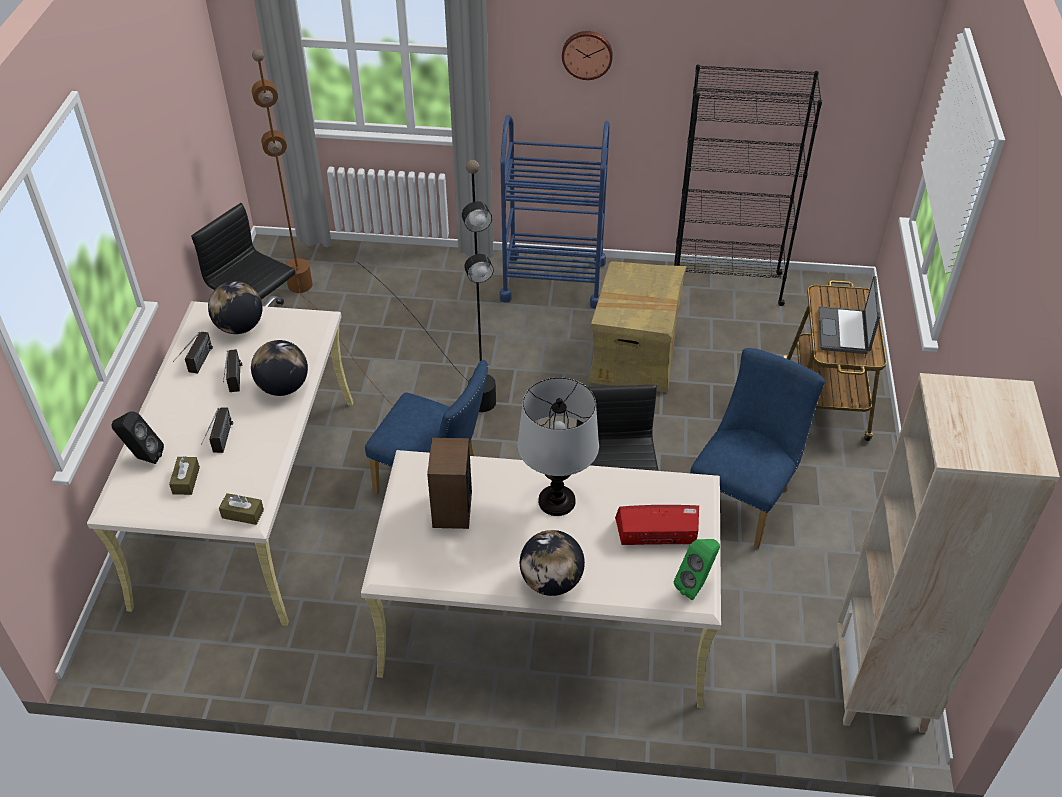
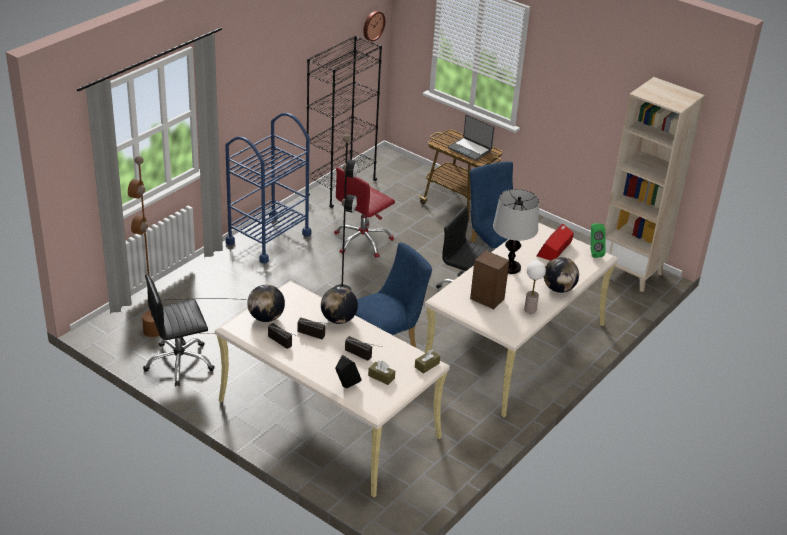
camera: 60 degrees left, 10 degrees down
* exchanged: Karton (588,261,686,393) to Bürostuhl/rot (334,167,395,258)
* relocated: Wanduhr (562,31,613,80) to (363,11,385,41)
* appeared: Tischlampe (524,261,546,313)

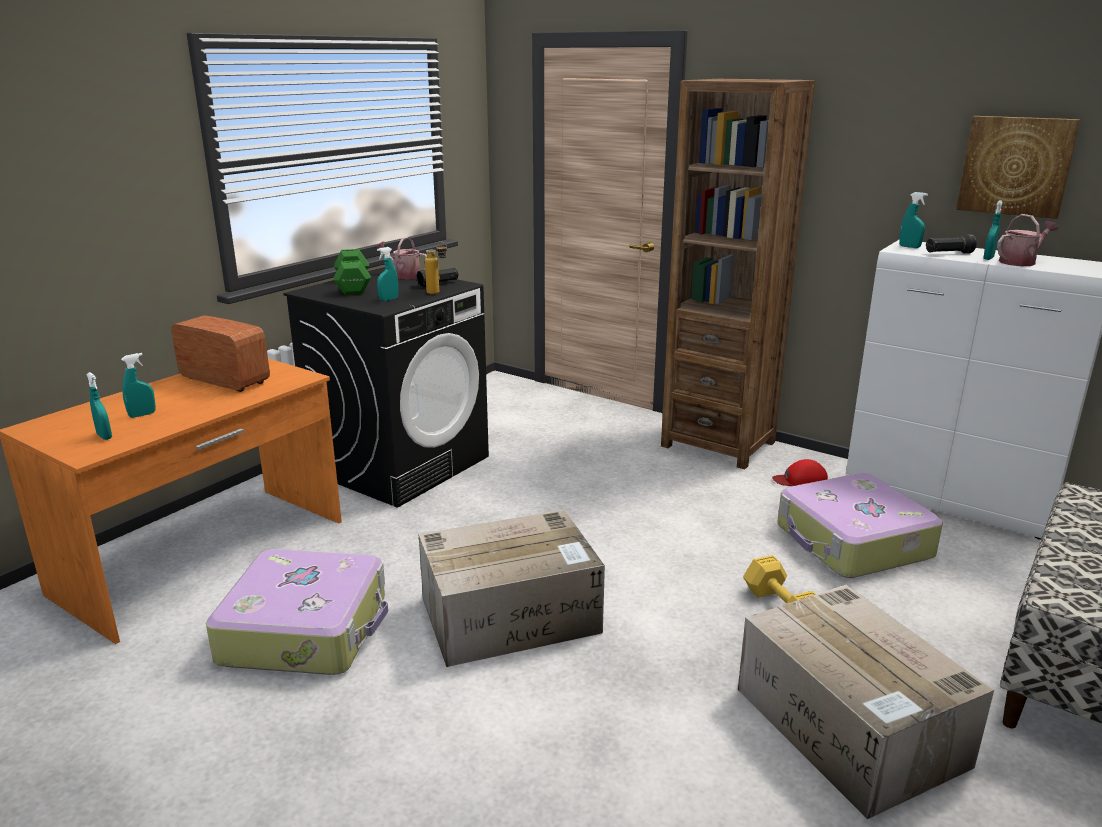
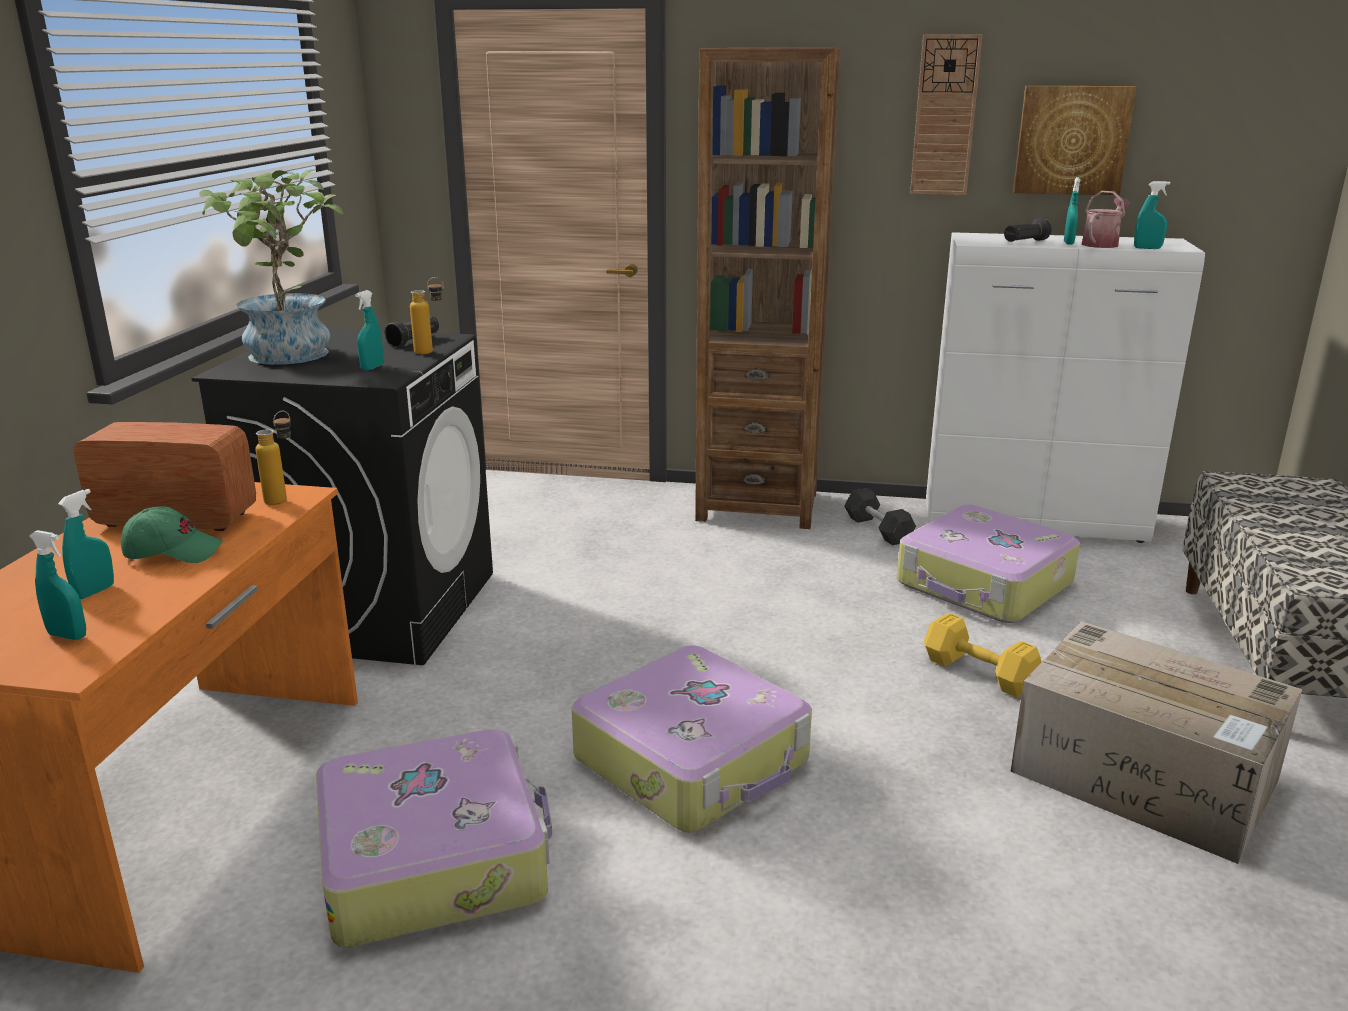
camera: 25 degrees left, 0 degrees up
* appeared: Kappe/grün (121,506,223,563)
* exchanged: Hantel/grün (334,249,371,295) to Topfpflanze (199,169,344,365)
* appeared: Flasche (256,411,291,505)
* exchanged: Karton (419,510,605,667) to Koffer (572,645,812,833)
* exchanged: Kappe/rot (772,459,828,486) to Hantel/grau (844,488,916,545)
* appeared: Wanduhr (910,34,983,195)
* relocated: Sprühflasche/türkis (899,192,928,248) to (1134,181,1171,249)
* missing: Gießkanne (375,236,427,279)

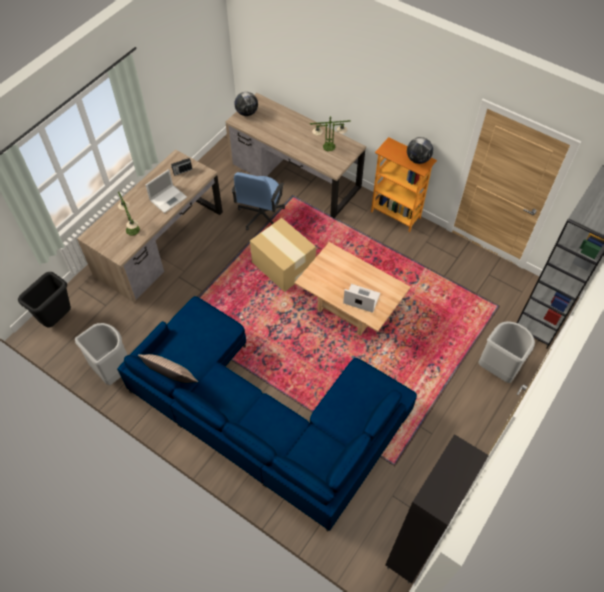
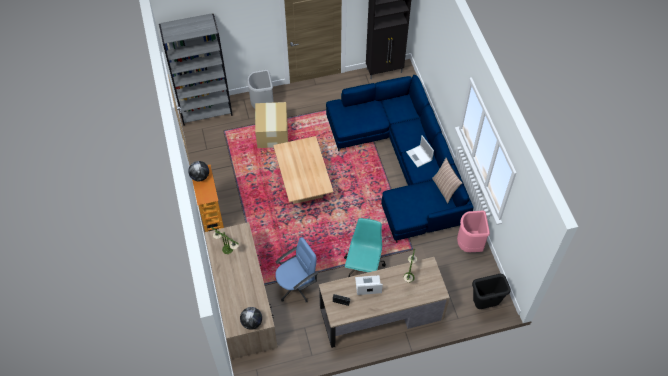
camera: 140 degrees left, 0 degrees up
* relocated: Karton (250,218,316,292) to (255,102,288,148)
* appeared: Bürostuhl/türkis (344,218,386,277)
* relocated: Laptop (343,284,380,313) to (406,135,434,167)
* colour: Mülleimer/grau (75,323,127,385) to Mülleimer/rosa (457,211,490,252)

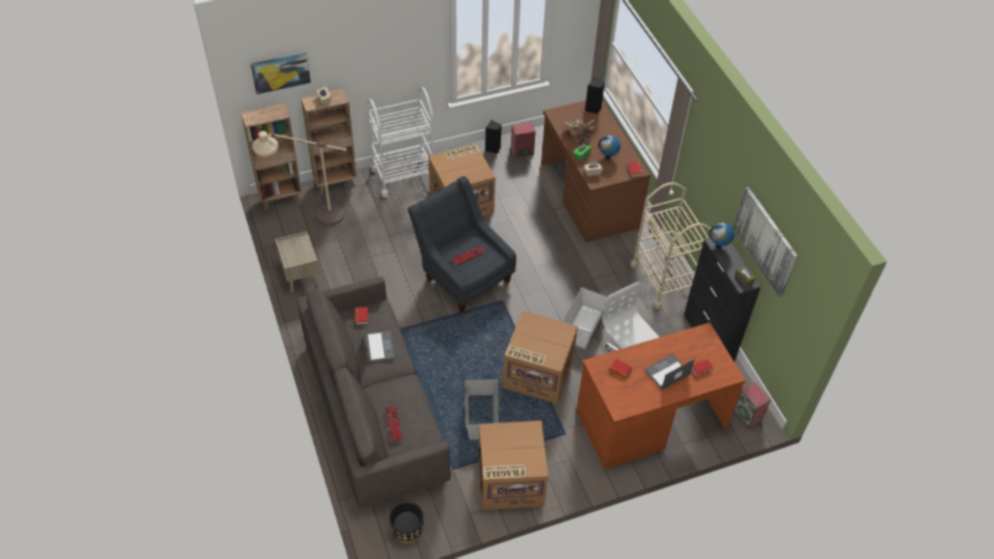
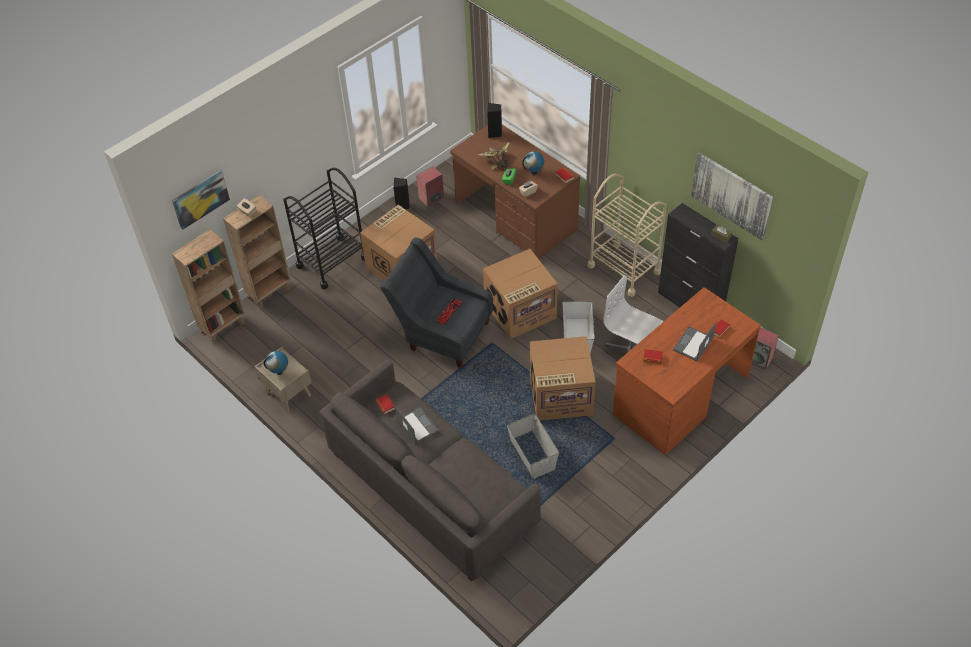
camera: 20 degrees left, 0 degrees up
* relocated: Globus (709,223,734,249) to (264,351,288,375)
* colour: Rollwagen/weiß (367,88,434,197) to Rollwagen/schwarz (283,168,365,289)
* relocated: Karton (478,421,548,510) to (483,249,558,339)
* missing: Stehlampe/beige (252,131,347,226)
* missing: Tastatur (385,407,403,442)
* missing: Pflanzkübel/schwarz (389,502,424,544)

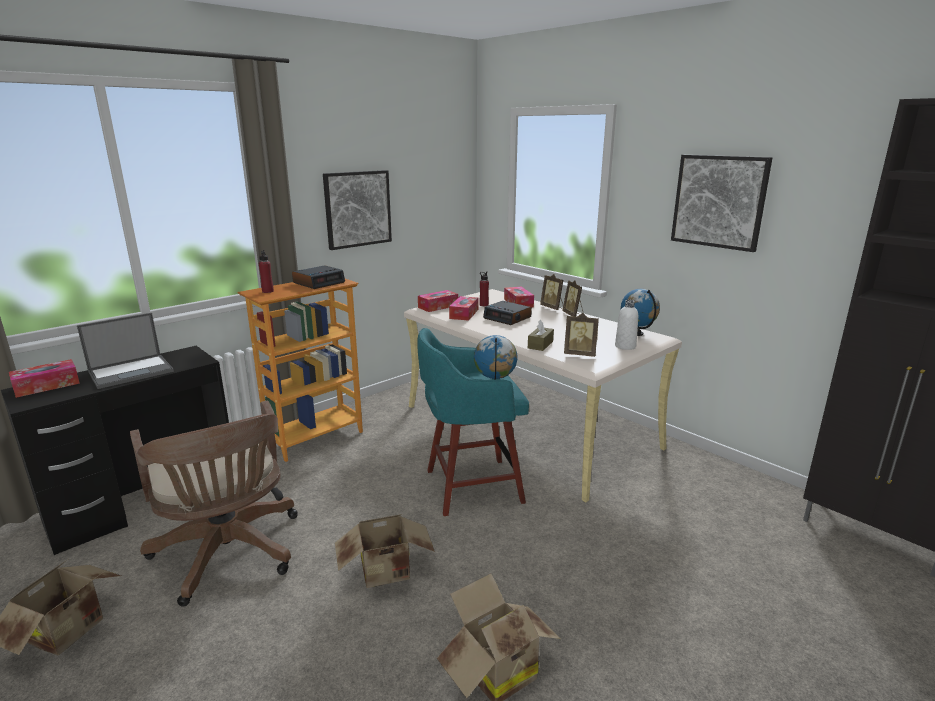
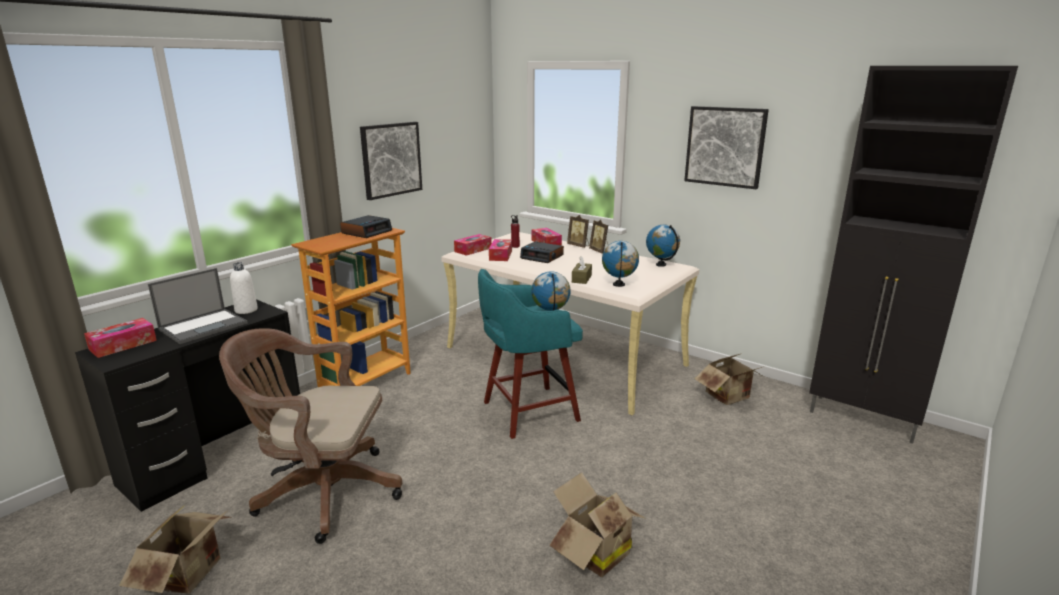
camera: 10 degrees left, 0 degrees up
* spun: Bürostuhl/braun (130,400,298,607) = (219,328,402,544) 135 degrees clockwise
* relocated: Flasche/weiß (615,299,638,350) to (230,262,258,314)
* exchanged: Bilderrahmen (564,313,599,357) to Globus (602,241,639,287)
* relocated: Karton (335,514,435,588) to (695,353,766,405)
* missing: Flasche/rot (259,250,274,293)

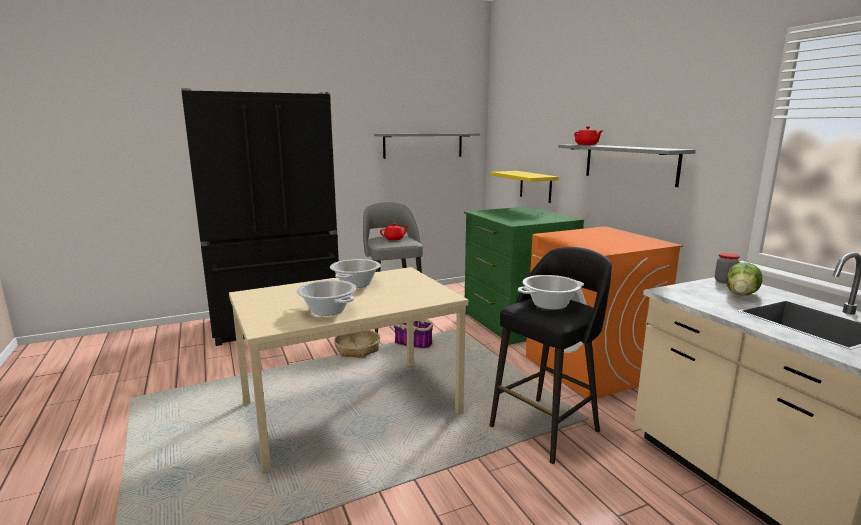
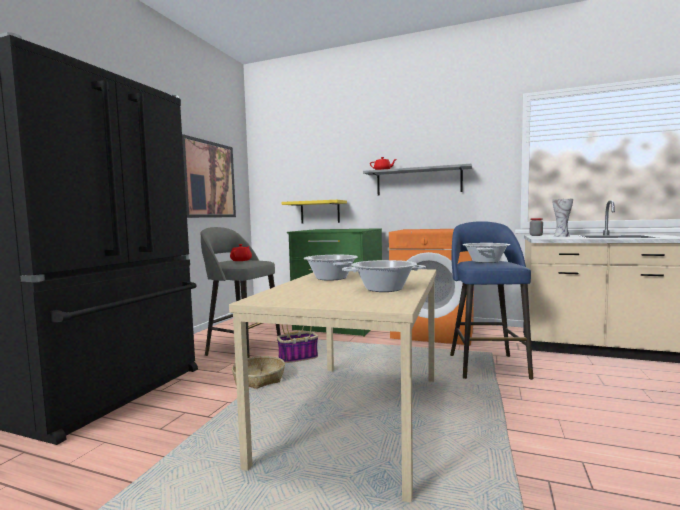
camera: 45 degrees left, 10 degrees down
* exchanged: Wandregal/grau (374,133,480,159) to Bild (182,134,236,218)
* colour: Hocker/schwarz (489,247,612,464) to Hocker/blau (450,221,533,380)
* exchanged: Salatkopf (726,262,762,296) to Vase (553,199,573,237)

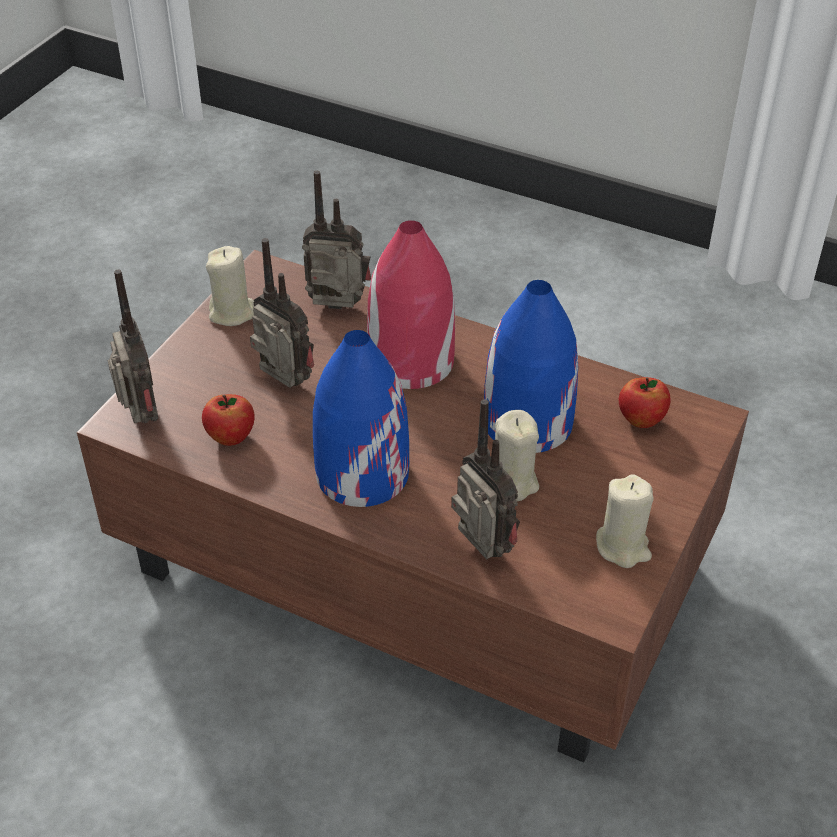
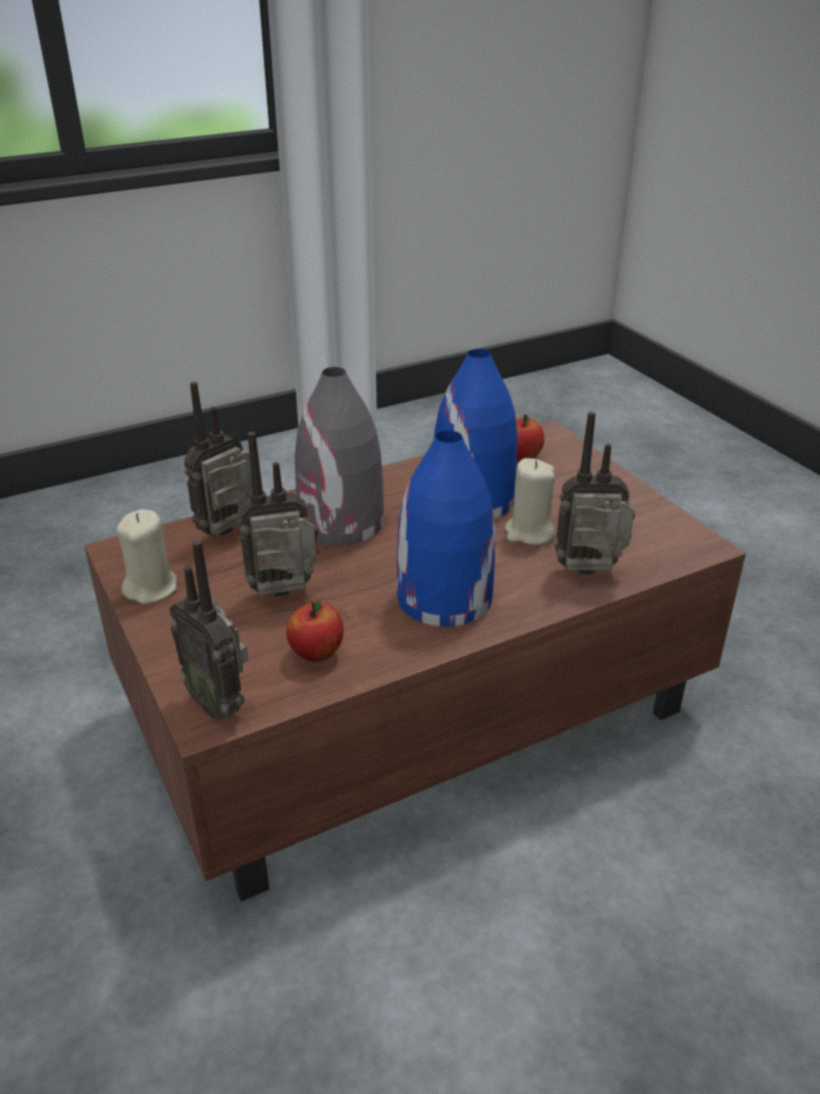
camera: 55 degrees left, 10 degrees down
* spun: Radio (107,270,159,423) = (169,540,248,720) 150 degrees counterclockwise
* colour: Vase/rot (367,220,455,389) to Vase/grau (295,367,384,546)
* missing: Kerze/beige (596,474,654,568)

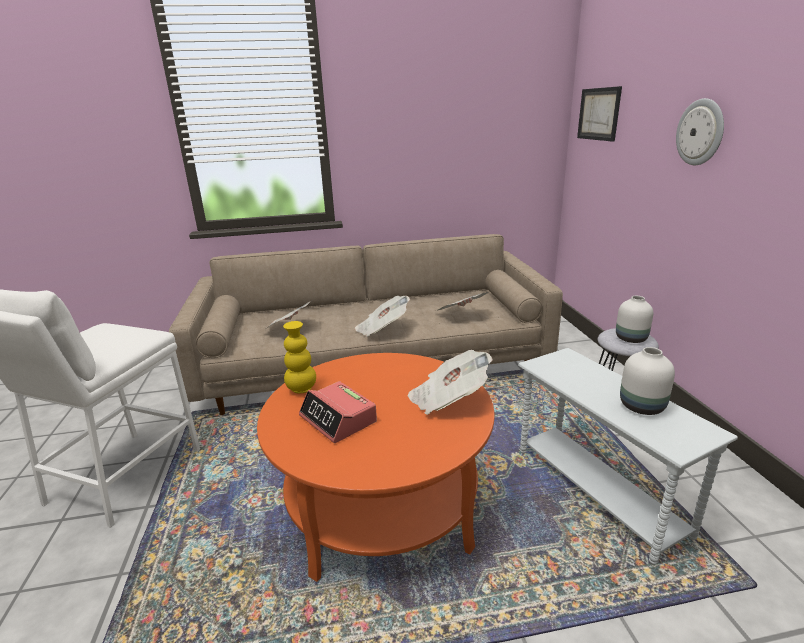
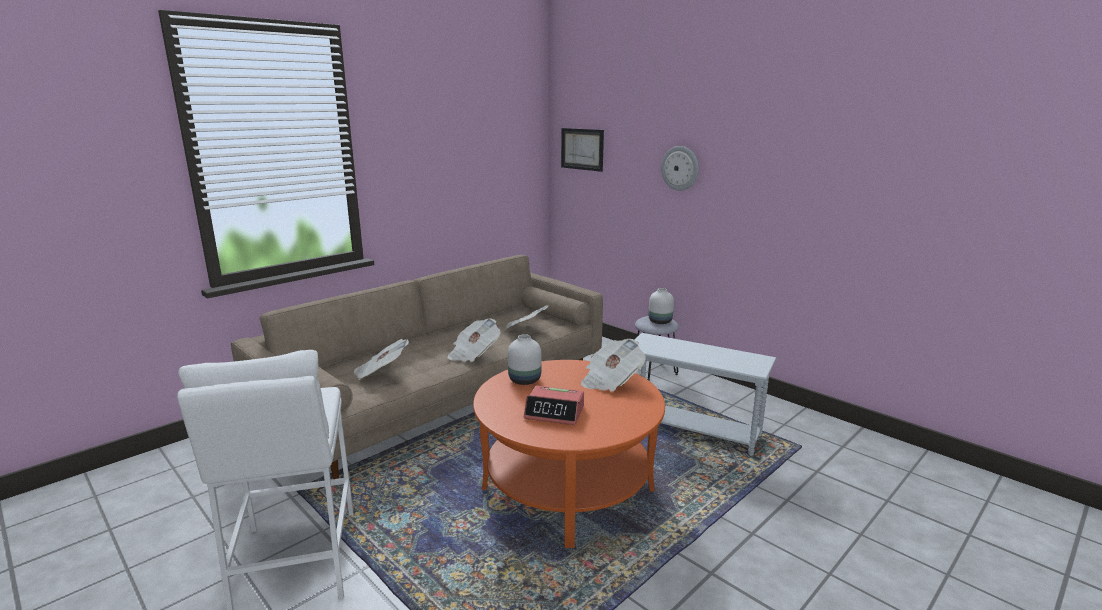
camera: 35 degrees left, 5 degrees down
* relocated: Vase/weiß (620,347,675,415) to (508,334,541,385)
* missing: Vase/gelb (283,321,316,394)

